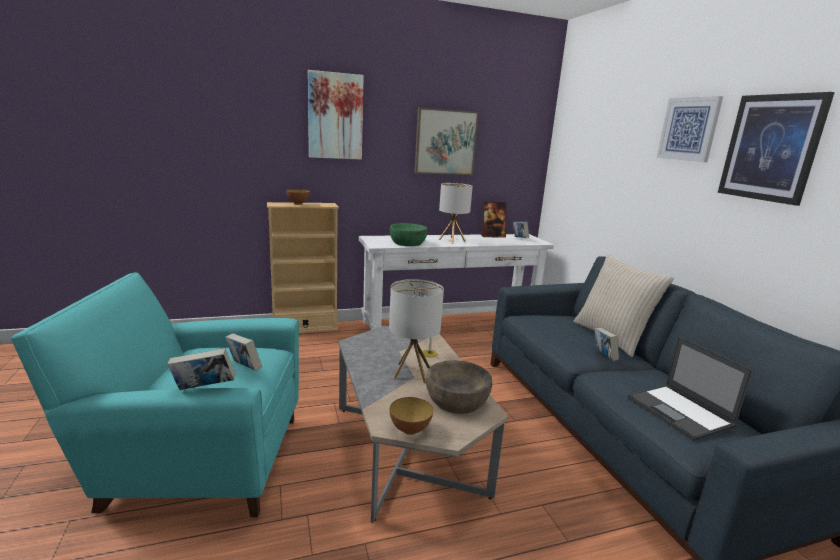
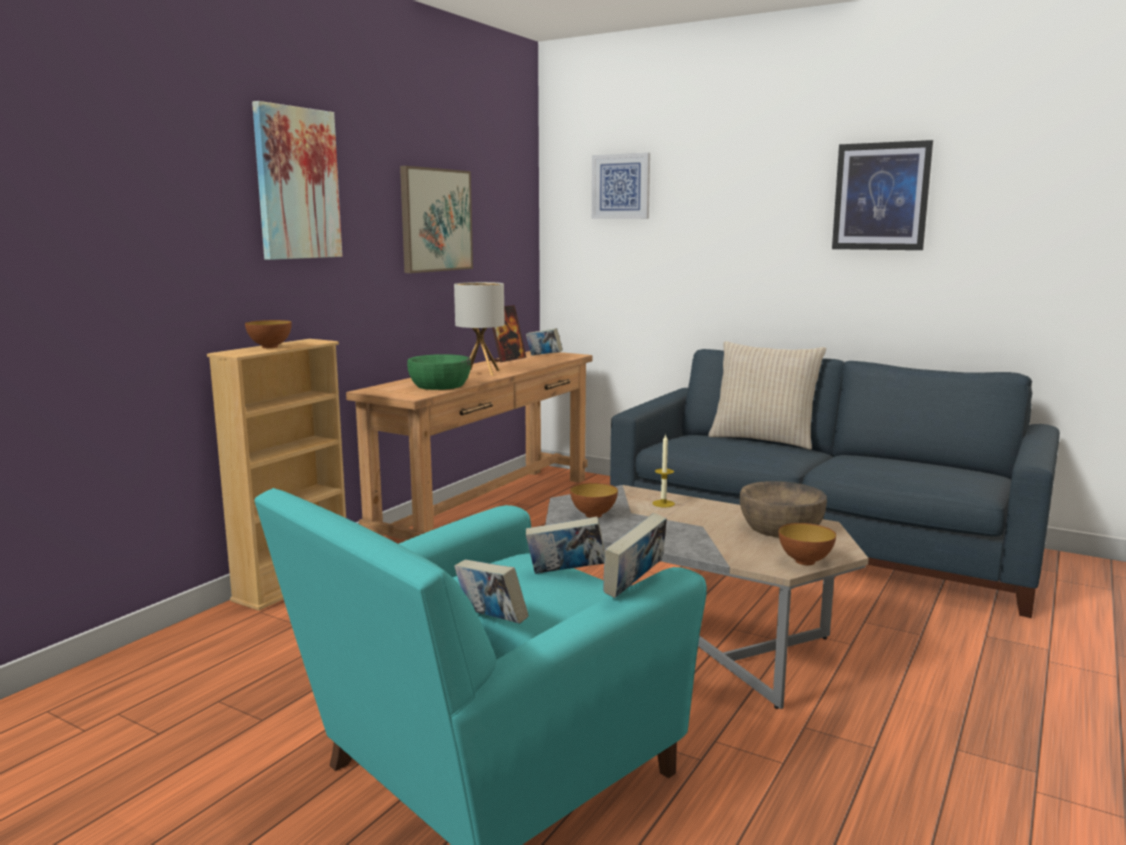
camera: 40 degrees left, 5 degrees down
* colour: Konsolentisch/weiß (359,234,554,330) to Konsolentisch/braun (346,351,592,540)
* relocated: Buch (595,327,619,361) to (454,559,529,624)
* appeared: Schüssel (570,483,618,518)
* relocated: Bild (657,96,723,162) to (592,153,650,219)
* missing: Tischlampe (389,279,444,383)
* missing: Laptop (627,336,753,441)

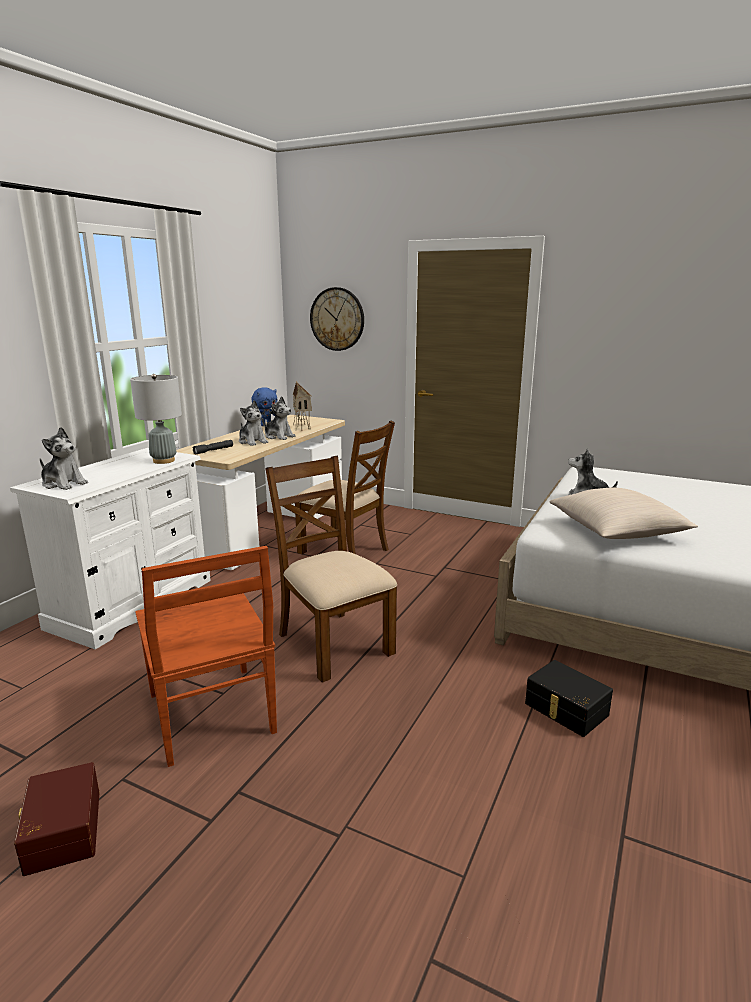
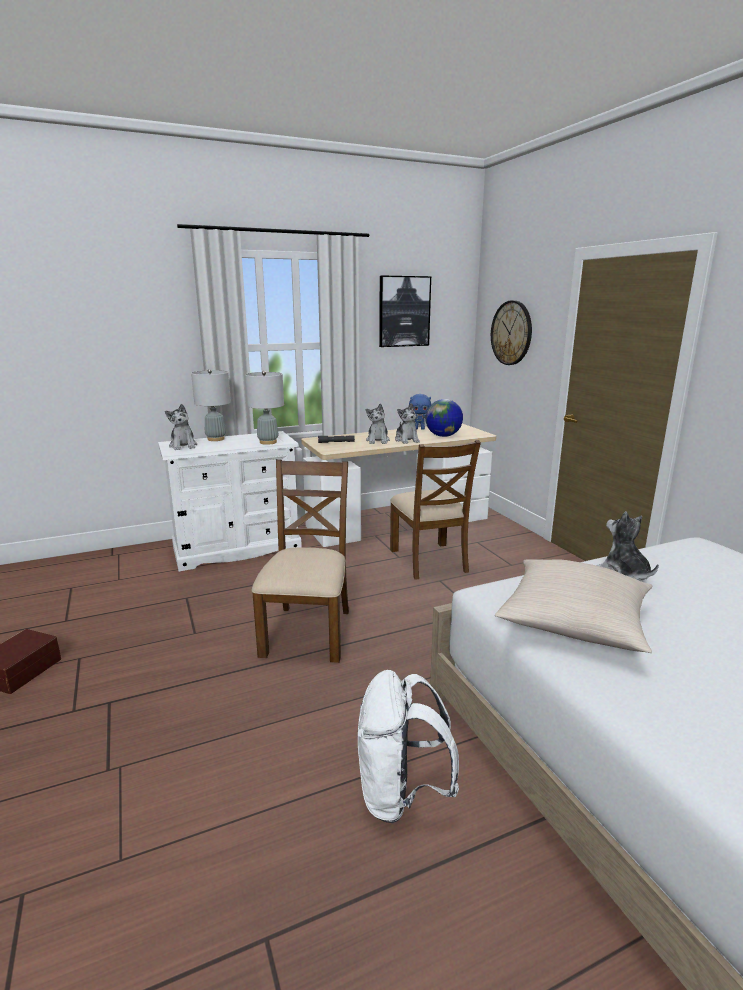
camera: 40 degrees right, 0 degrees up
* appeared: Tischlampe/grau (191,369,231,441)
* exchanged: Aufbewahrungsbox/schwarz (525,660,613,737) to Rucksack/weiß (358,670,459,823)
* appeared: Bild (379,276,431,347)
* exchanged: Spielzeughaus (293,381,312,431) to Globus (425,399,463,437)
* missing: Stuhl/braun (135,546,277,767)

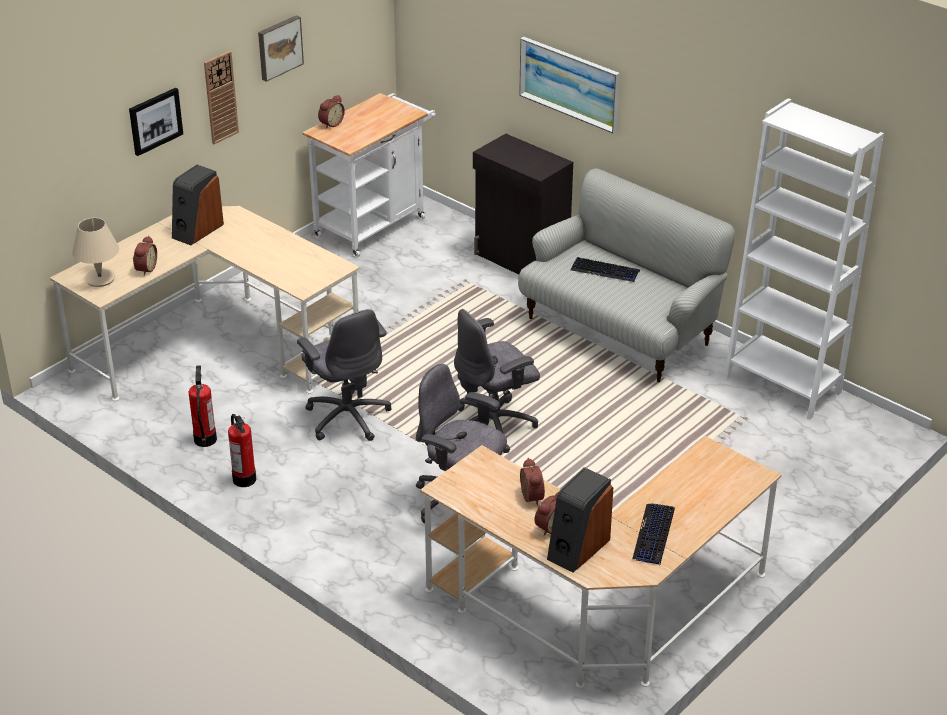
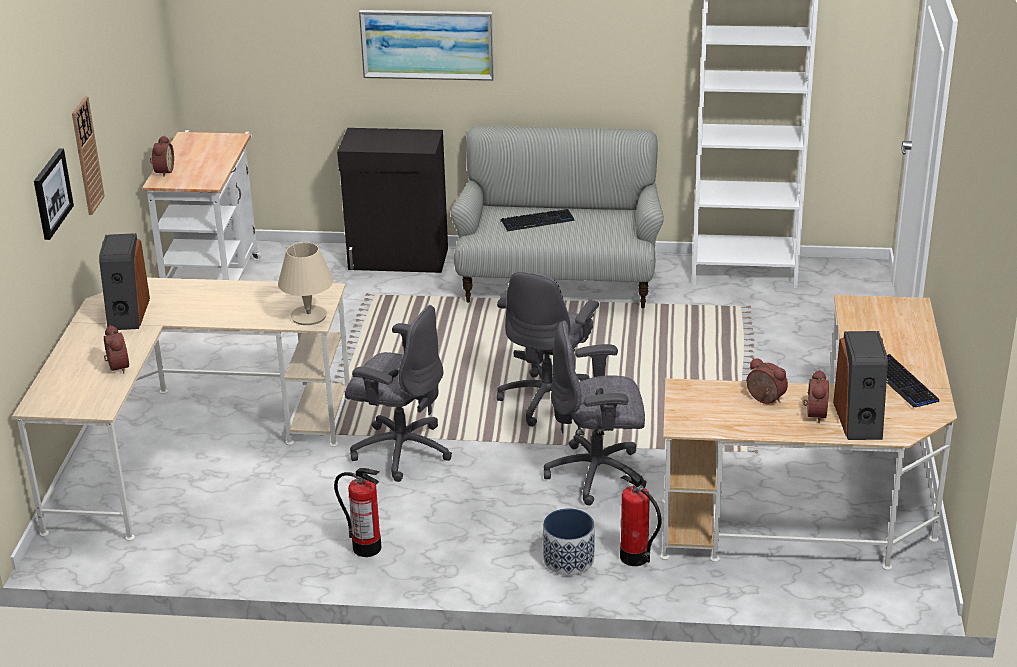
camera: 35 degrees left, 5 degrees down
* relocated: Tischlampe/beige (72,218,119,287) to (278,242,333,325)
* appeared: Pflanzkübel (543,508,595,575)
* relocated: Feuerlöscher (188,365,217,447) to (619,464,661,566)
* missing: Bild (258,15,304,82)

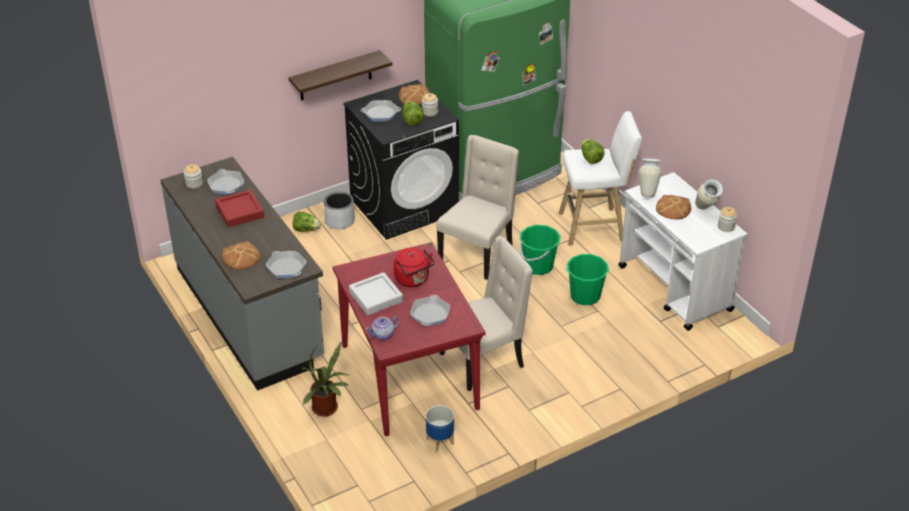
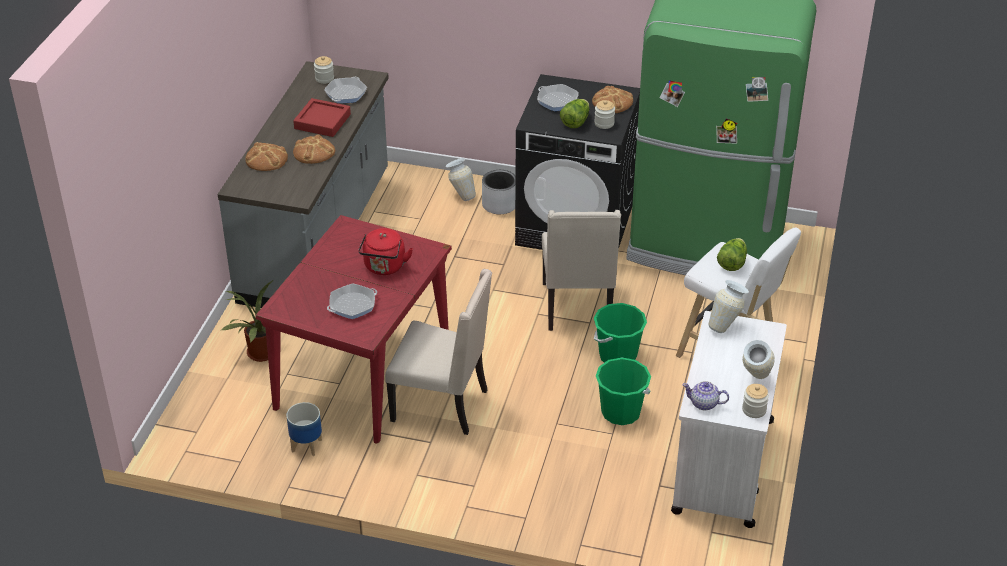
camera: 45 degrees right, 0 degrees up
* relocated: Brot (656,195,691,219) to (293,135,335,164)
* exchanged: Salatkopf (293,212,321,232) to Vase (446,158,476,201)
* spun: Stuhl/beige (436,135,519,280) = (542,210,621,331) 105 degrees clockwise
* relocated: Teekanne (366,316,400,340) to (682,381,729,411)
* missing: Pfanne (266,251,307,278)
* missing: Wandregal (289,50,392,101)
* missing: Tablett/grau (349,272,403,315)

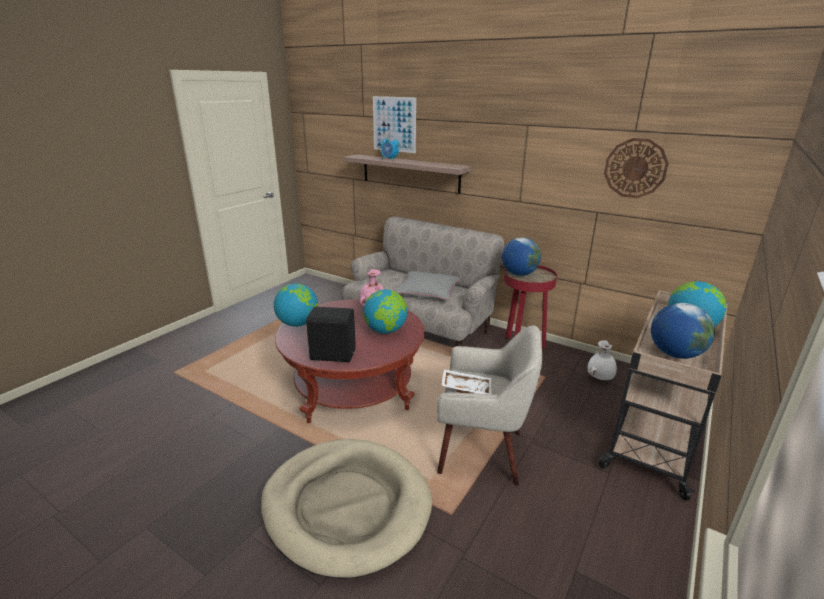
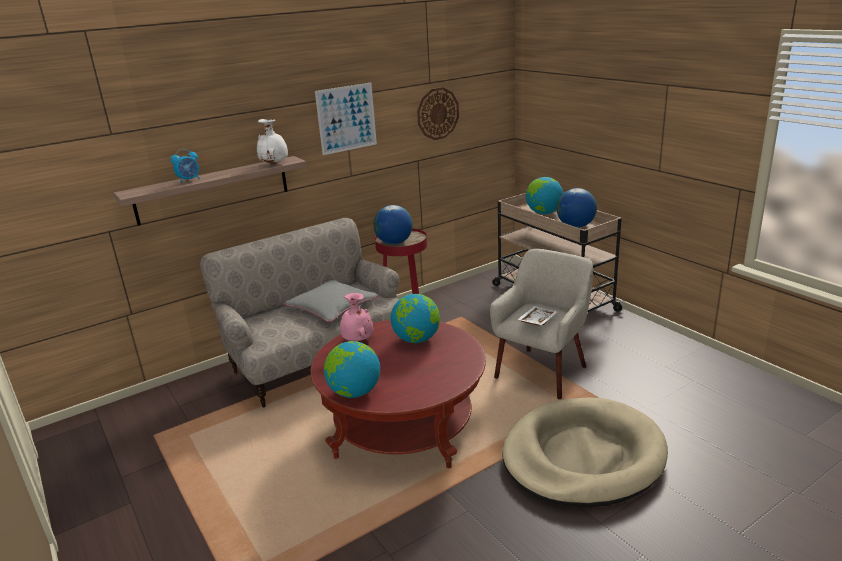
camera: 65 degrees left, 0 degrees up
* relocated: Vase/weiß (588,340,617,380) to (257,119,288,164)
* relocated: Bild (373,96,416,153) to (315,83,377,155)
* missing: Lautsprecher/schwarz (306,307,356,362)

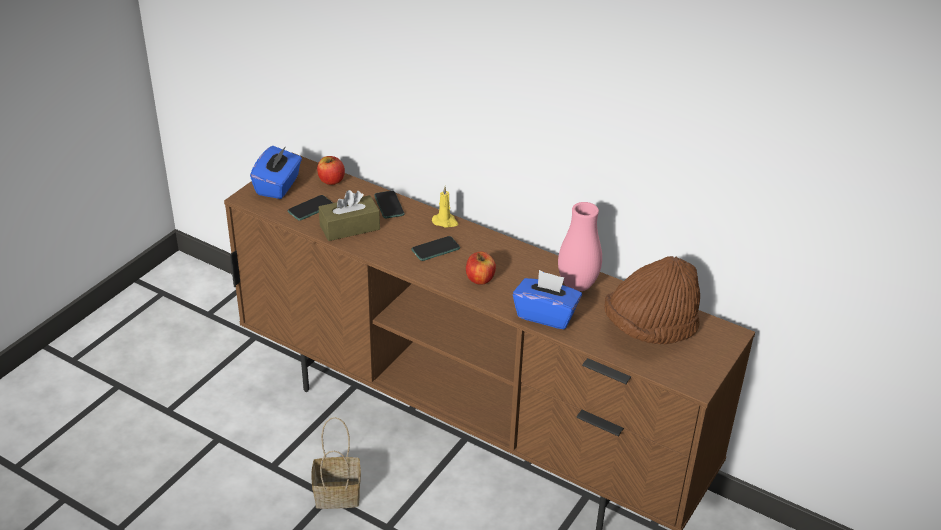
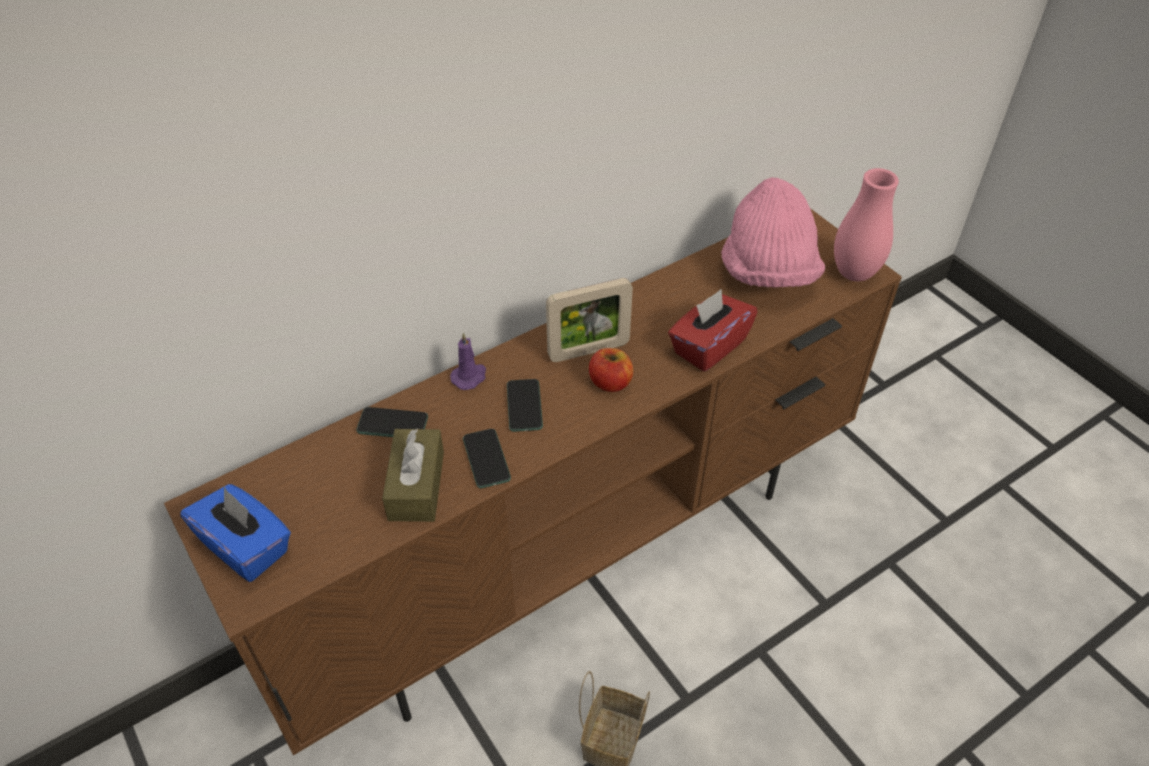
camera: 65 degrees left, 10 degrees up
* colour: Kerze/gelb (432,186,458,227) to Kerze/lila (450,333,486,390)
* relocated: Handy (288,195,333,221) to (463,429,511,488)
* appeared: Bilderrahmen (546,278,633,362)
* colour: Taschentuchbox/blau (513,270,582,329) to Taschentuchbox/rot (668,289,758,372)
* colour: Hut/braun (604,256,700,345) to Hut/rosa (721,177,825,288)
* relocated: Vase/rosa (558,202,602,291) to (834,168,899,281)
* missing: Apfel (317,156,345,185)

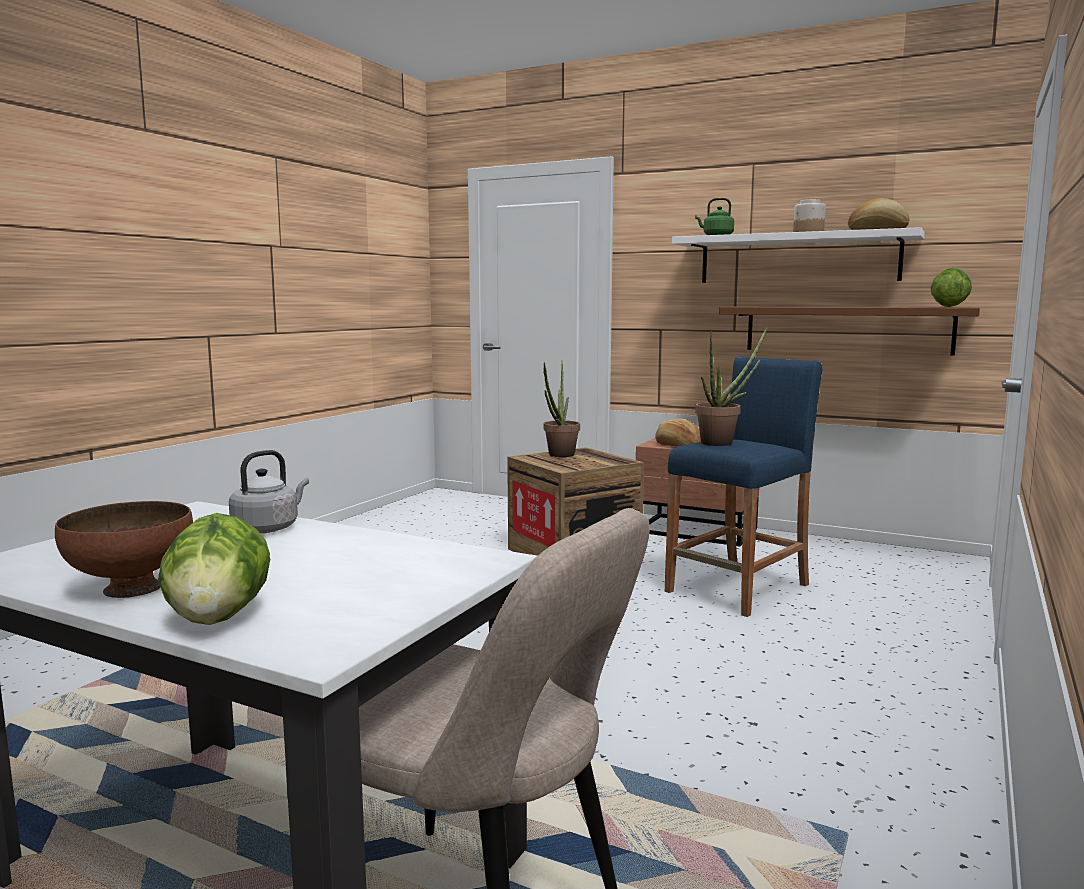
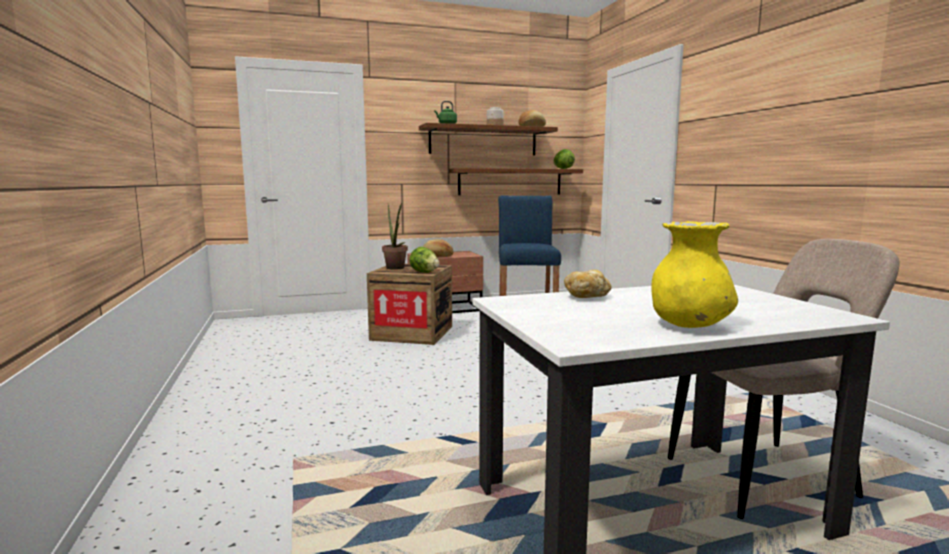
camera: 45 degrees left, 0 degrees up
* relocated: Salatkopf (158,513,270,625) to (409,247,439,273)
* colour: Wandregal/weiß (672,227,925,283) to Wandregal/braun (419,123,558,155)
* exchanged: Wasserkessel/grau (229,450,309,533) to Brot (564,270,611,298)
* exchanged: Schüssel/braun (55,501,193,598) to Vase/gelb (651,221,738,328)
* missing: Topfpflanze (695,327,768,446)

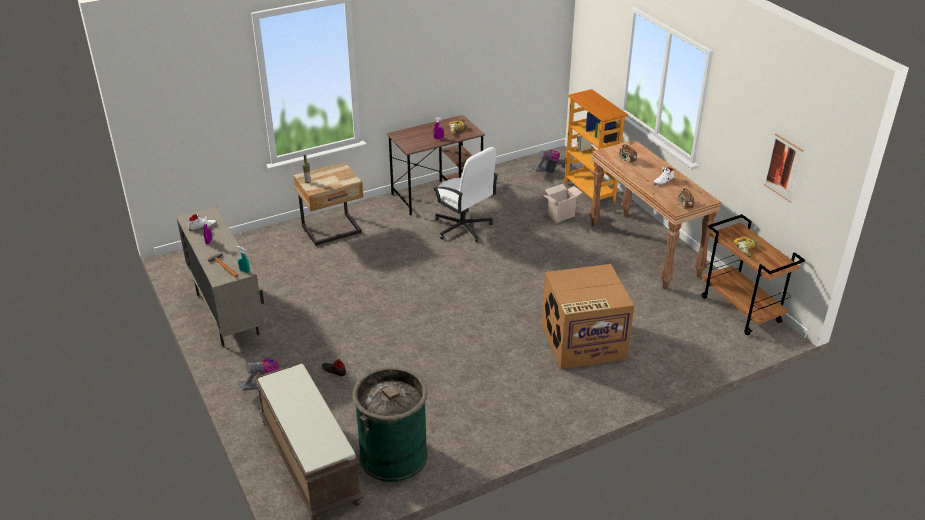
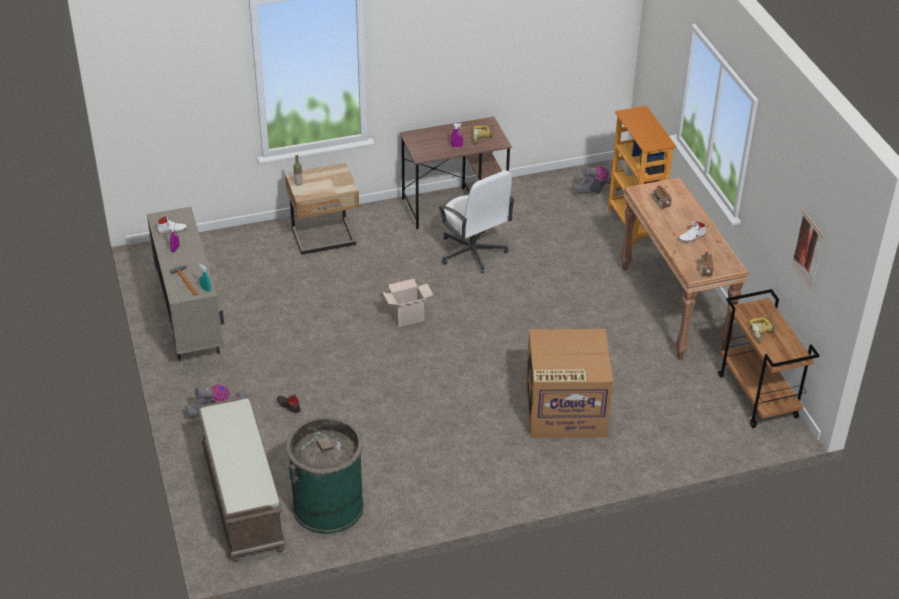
camera: 10 degrees right, 5 degrees up
* relocated: Karton (543,184,583,223) to (382,279,433,327)

